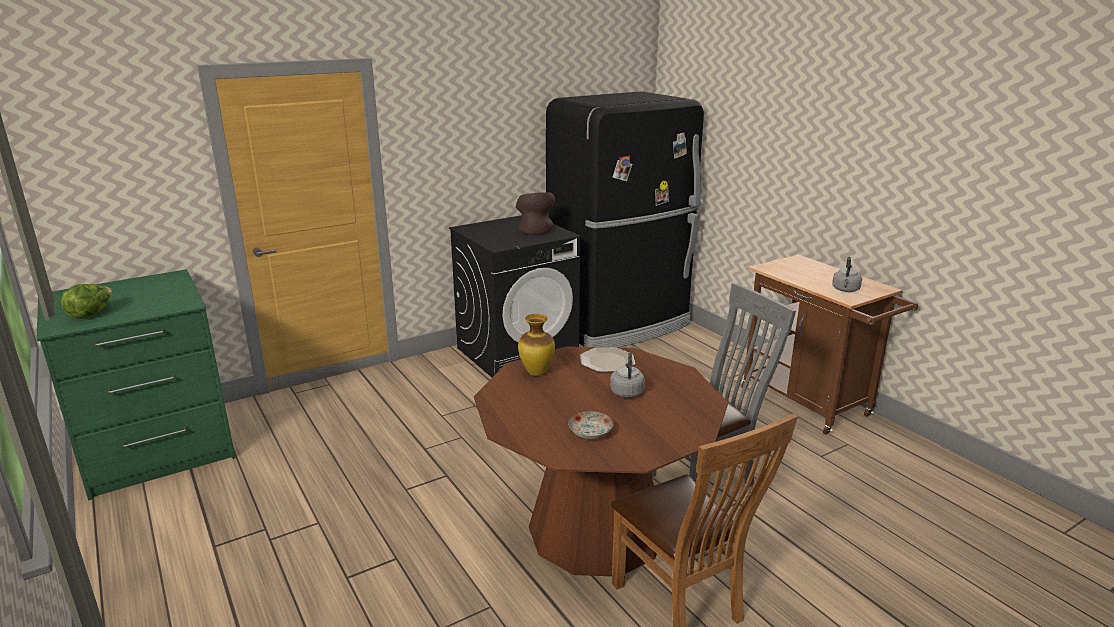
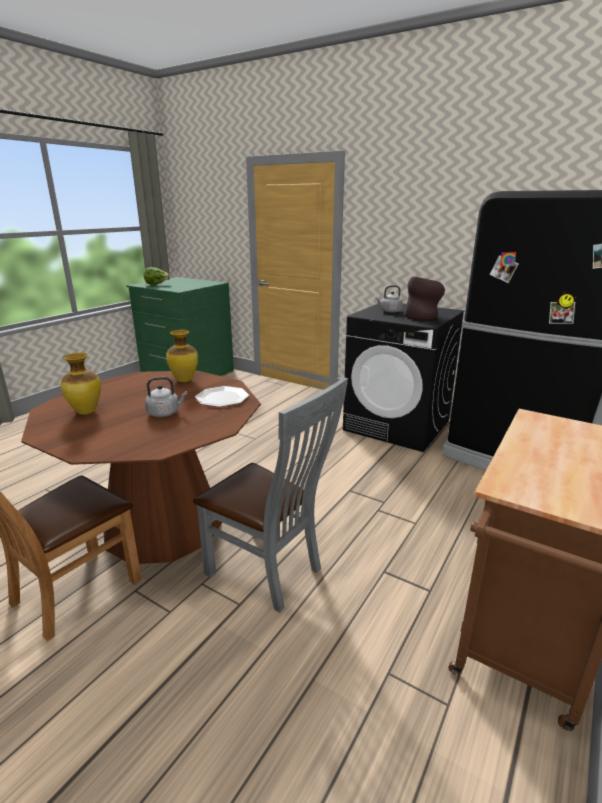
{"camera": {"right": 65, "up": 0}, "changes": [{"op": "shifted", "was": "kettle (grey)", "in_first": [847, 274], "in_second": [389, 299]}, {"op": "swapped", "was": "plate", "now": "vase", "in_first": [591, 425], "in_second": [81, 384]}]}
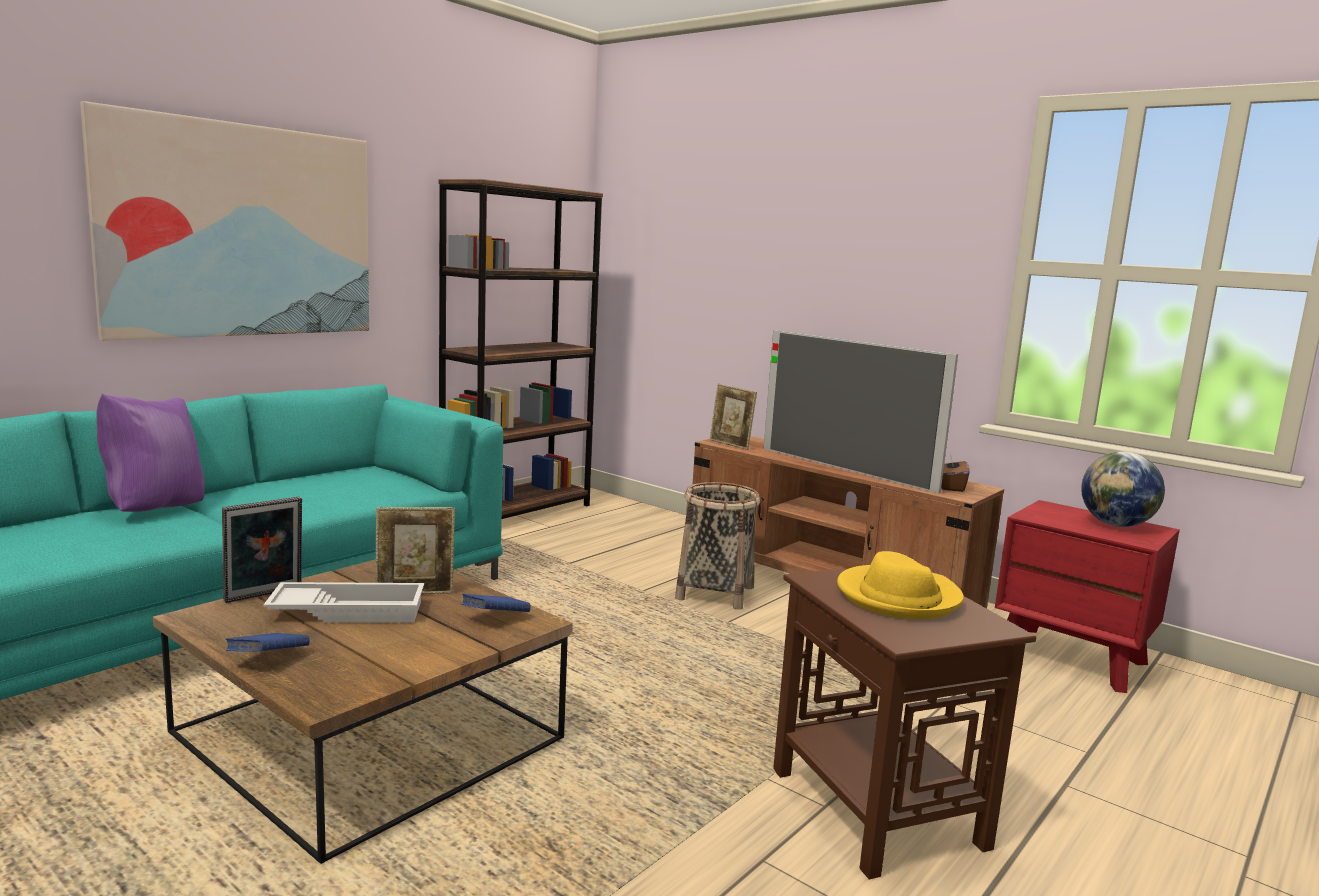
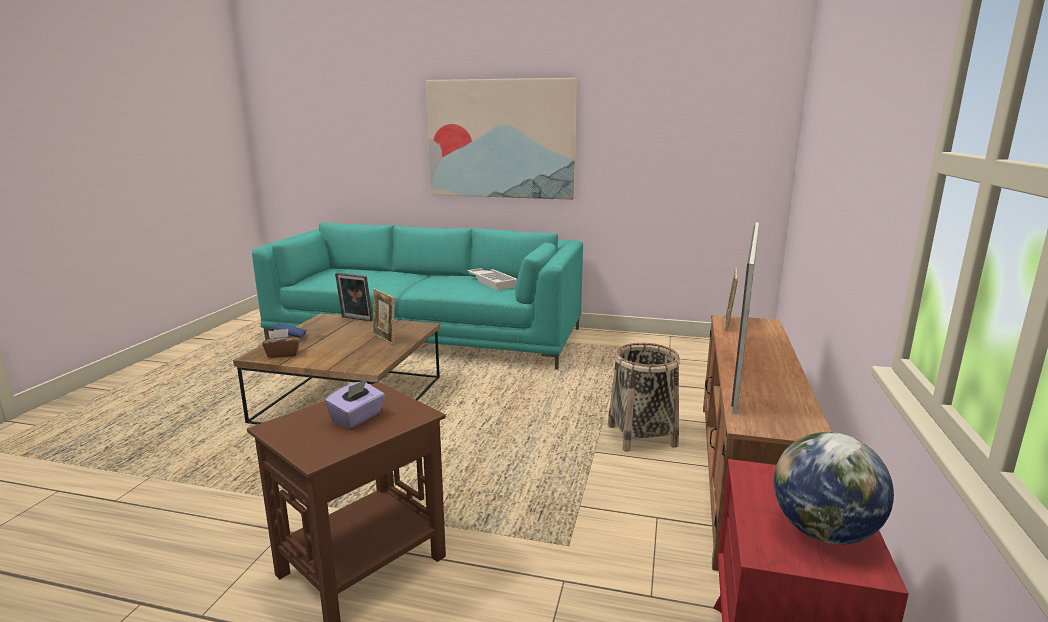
{"camera": {"right": 65, "up": 5}, "changes": [{"op": "gone", "was": "pillow (purple)", "in_first": [150, 453]}, {"op": "gone", "was": "bookcase (brown)", "in_first": [521, 349]}, {"op": "gone", "was": "book (blue)", "in_first": [496, 603]}, {"op": "shifted", "was": "tray (white)", "in_first": [343, 602], "in_second": [492, 279]}, {"op": "shifted", "was": "tissue box (brown)", "in_first": [955, 472], "in_second": [281, 343]}, {"op": "swapped", "was": "hat (yellow)", "now": "tissue box (purple)", "in_first": [900, 585], "in_second": [355, 403]}]}
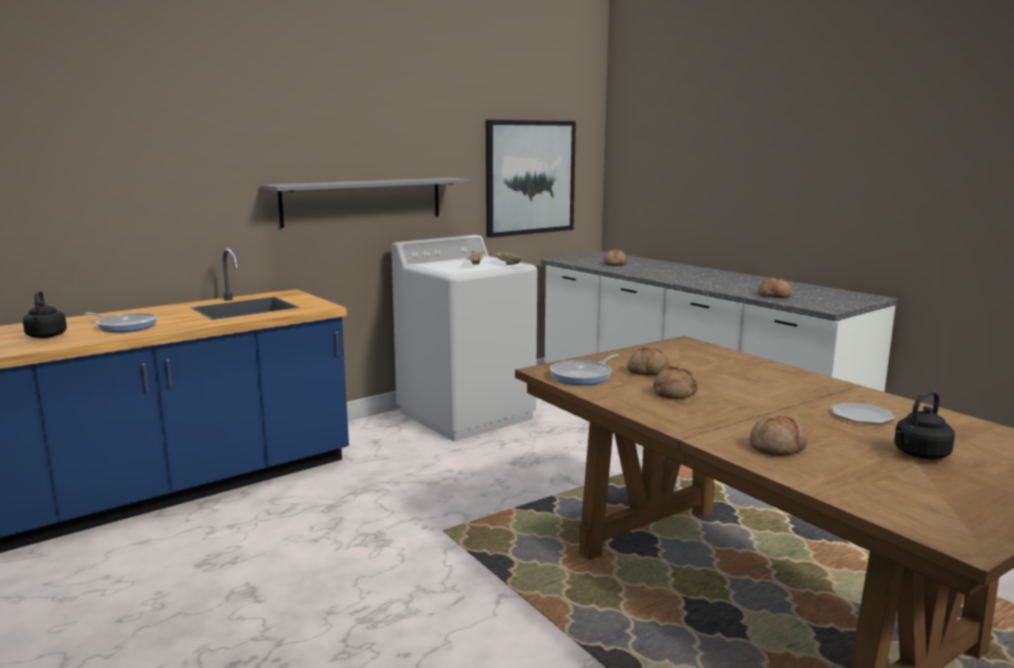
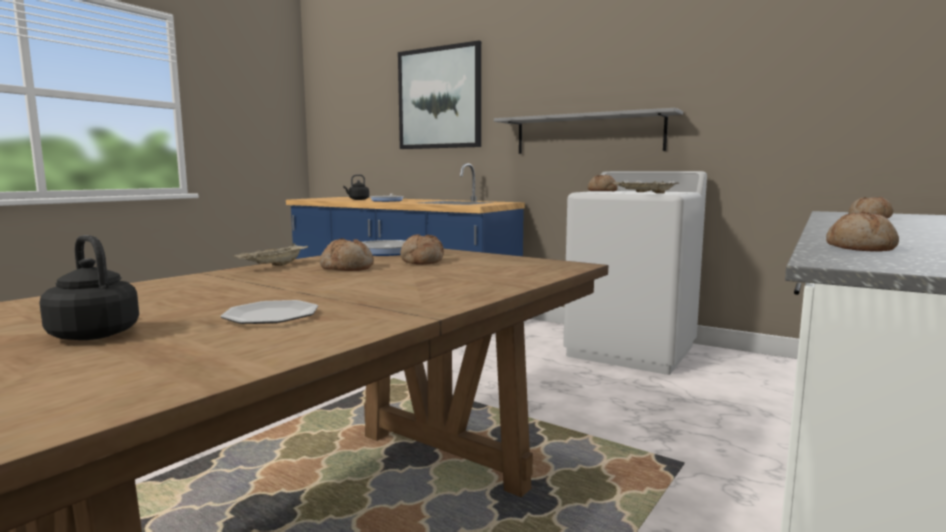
{"camera": {"right": 70, "up": -5}, "changes": [{"op": "new", "now": "tray (beige)", "in_second": [270, 254]}, {"op": "shifted", "was": "picture", "in_first": [531, 179], "in_second": [439, 94]}, {"op": "shifted", "was": "bread", "in_first": [779, 436], "in_second": [603, 183]}]}
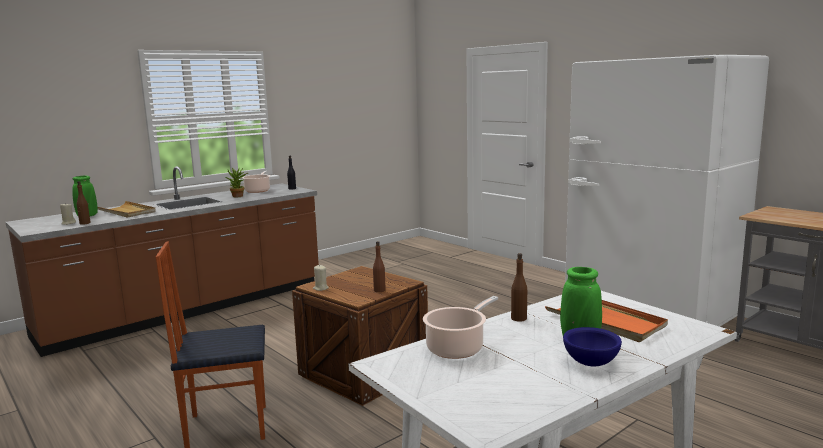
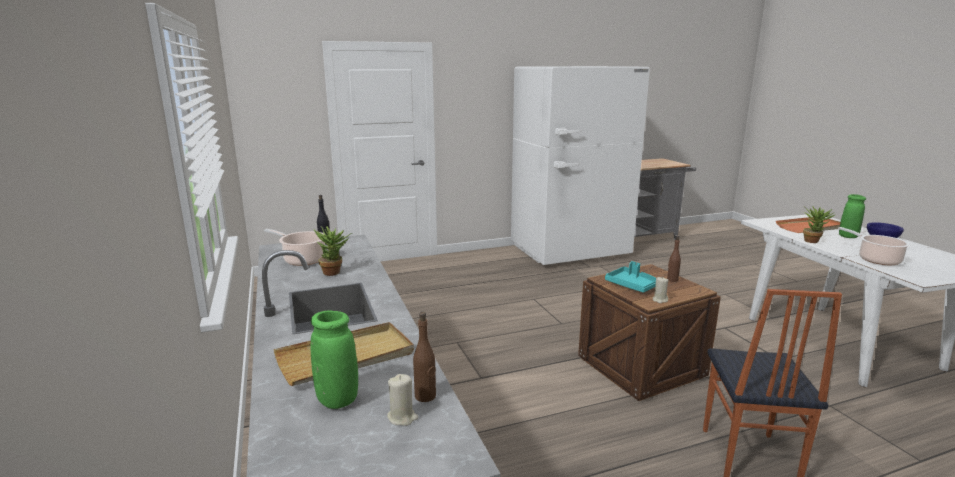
{"camera": {"right": -70, "up": 5}, "changes": [{"op": "new", "now": "tray (turquoise)", "in_second": [630, 277]}, {"op": "swapped", "was": "bottle (brown)", "now": "potted plant", "in_first": [519, 287], "in_second": [818, 224]}]}
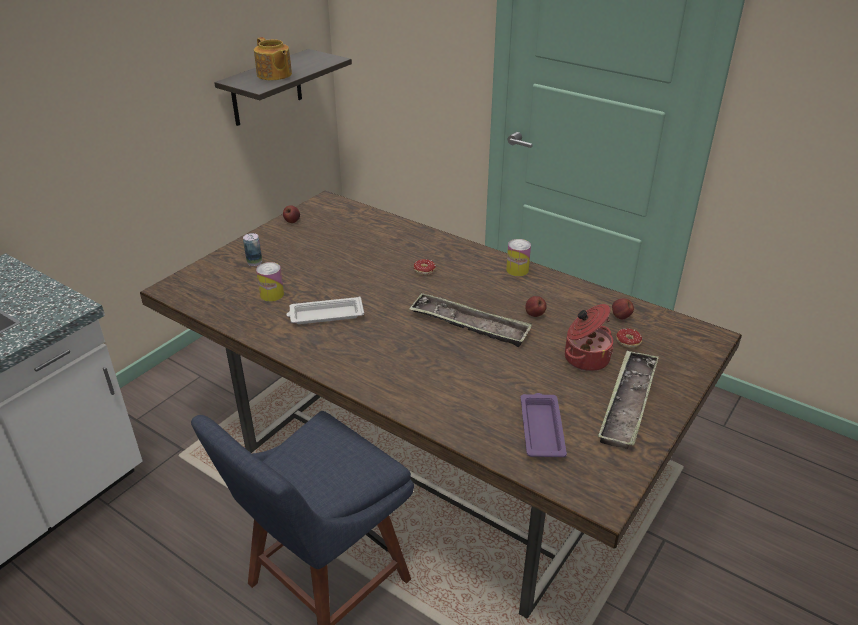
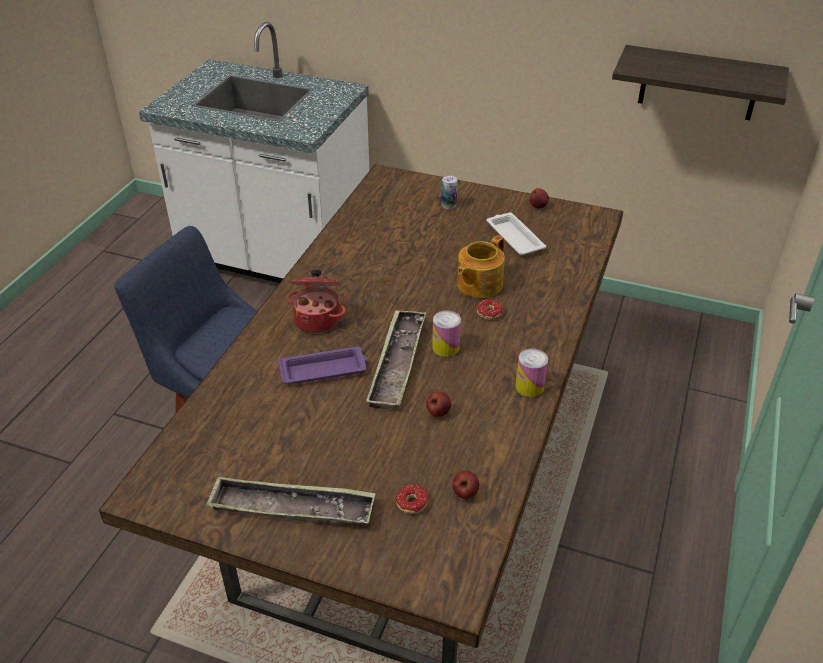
{"camera": {"right": 75, "up": 5}, "changes": [{"op": "shifted", "was": "teapot", "in_first": [273, 58], "in_second": [481, 266]}, {"op": "shifted", "was": "can", "in_first": [270, 282], "in_second": [446, 334]}, {"op": "shifted", "was": "tray (white)", "in_first": [325, 310], "in_second": [516, 234]}, {"op": "shifted", "was": "tray (purple)", "in_first": [544, 425], "in_second": [323, 365]}, {"op": "shifted", "was": "cooking pot", "in_first": [589, 337], "in_second": [316, 301]}]}
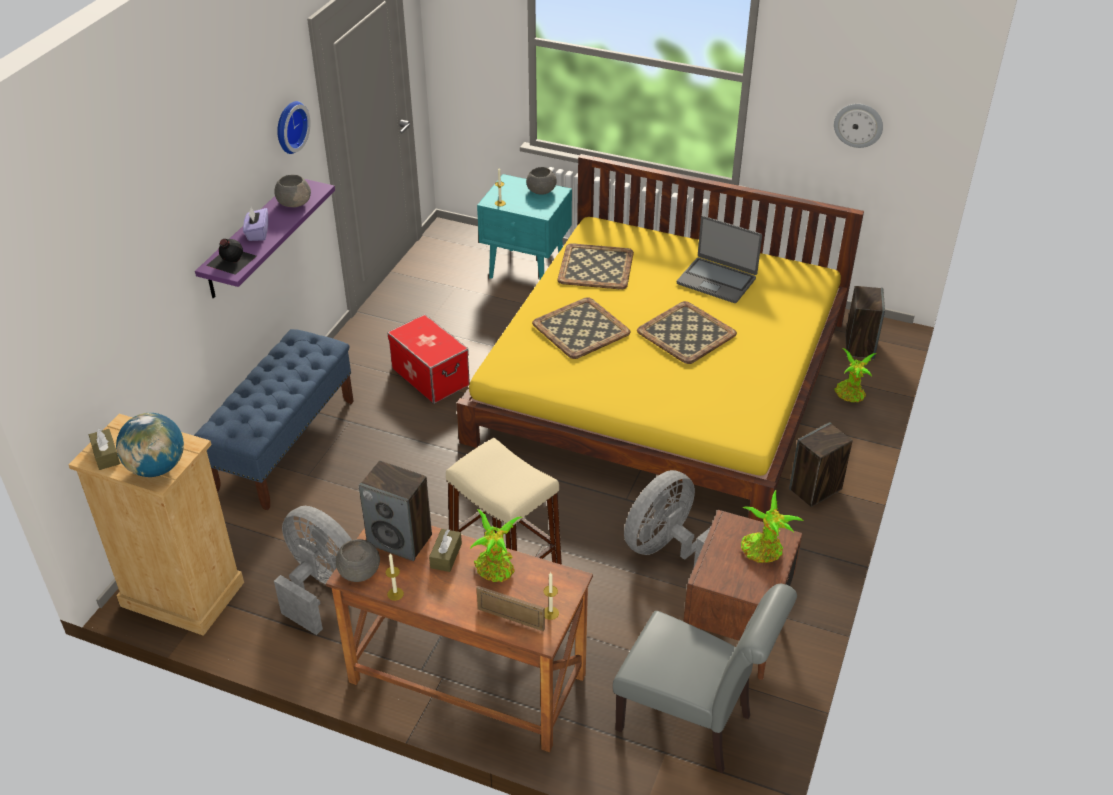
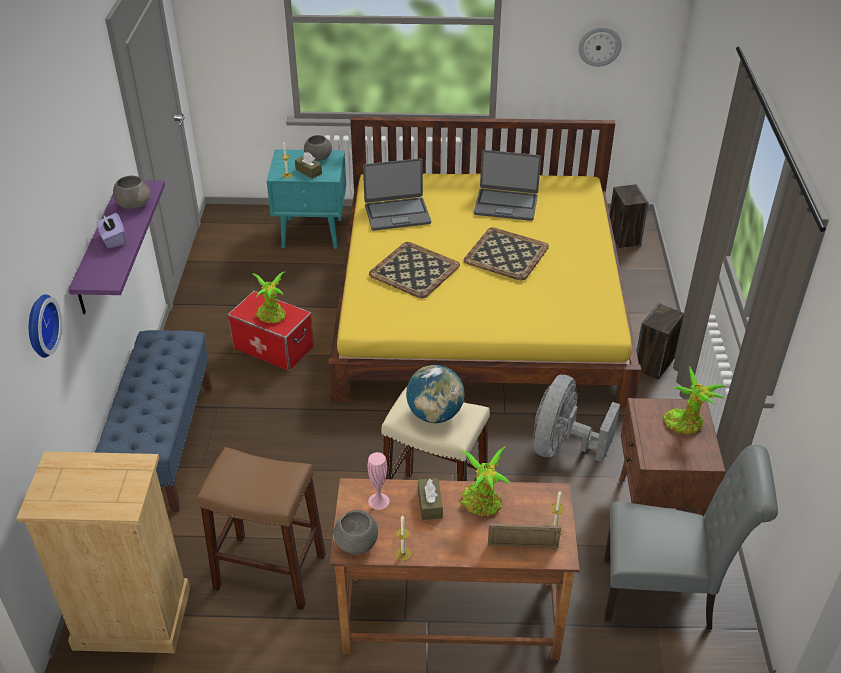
{"camera": {"right": -20, "up": 0}, "changes": [{"op": "gone", "was": "bottle (black)", "in_first": [231, 257]}, {"op": "shifted", "was": "tissue box (brown)", "in_first": [104, 449], "in_second": [308, 165]}, {"op": "shifted", "was": "globe", "in_first": [150, 445], "in_second": [435, 394]}, {"op": "shifted", "was": "wall clock", "in_first": [293, 127], "in_second": [45, 326]}, {"op": "shifted", "was": "potted plant", "in_first": [855, 375], "in_second": [269, 297]}, {"op": "swapped", "was": "fan (grey)", "now": "stool (brown)", "in_first": [313, 570], "in_second": [261, 528]}, {"op": "swapped", "was": "speaker", "now": "vase (pink)", "in_first": [395, 511], "in_second": [378, 481]}, {"op": "swapped", "was": "tray", "now": "laptop", "in_first": [595, 266], "in_second": [397, 194]}]}
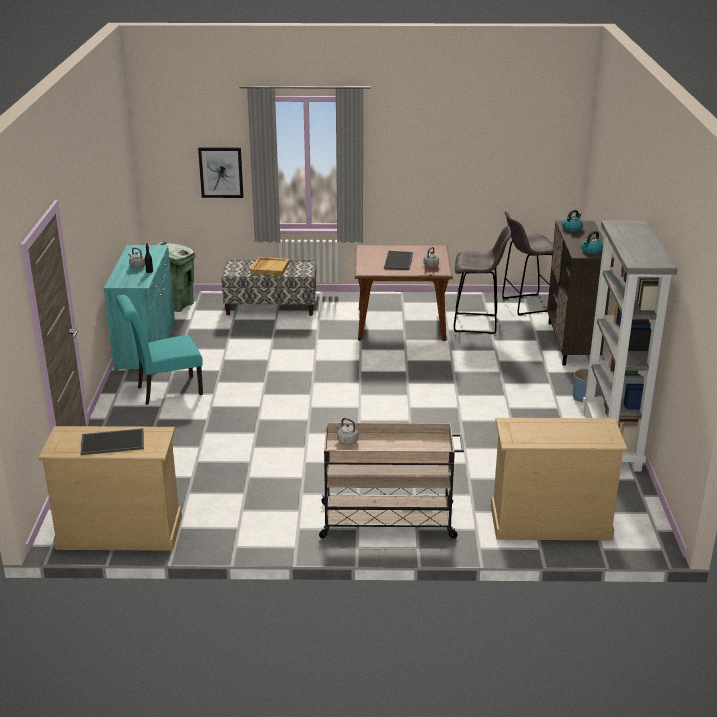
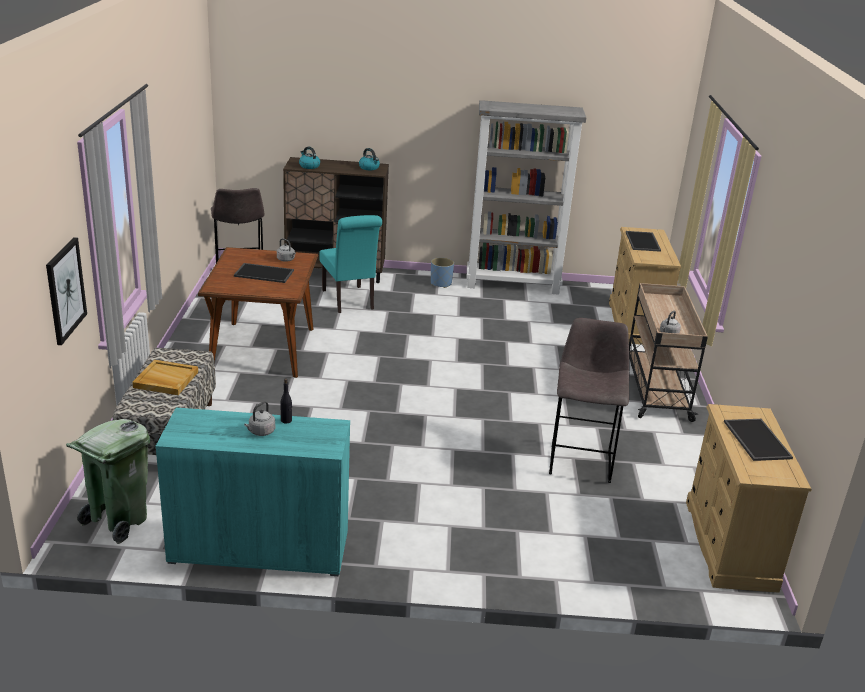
{"camera": {"right": -90, "up": 0}, "changes": [{"op": "new", "now": "tray", "in_second": [643, 241]}, {"op": "shifted", "was": "chair (turquoise)", "in_first": [159, 350], "in_second": [350, 264]}, {"op": "shifted", "was": "stool (grey)", "in_first": [482, 280], "in_second": [589, 400]}]}
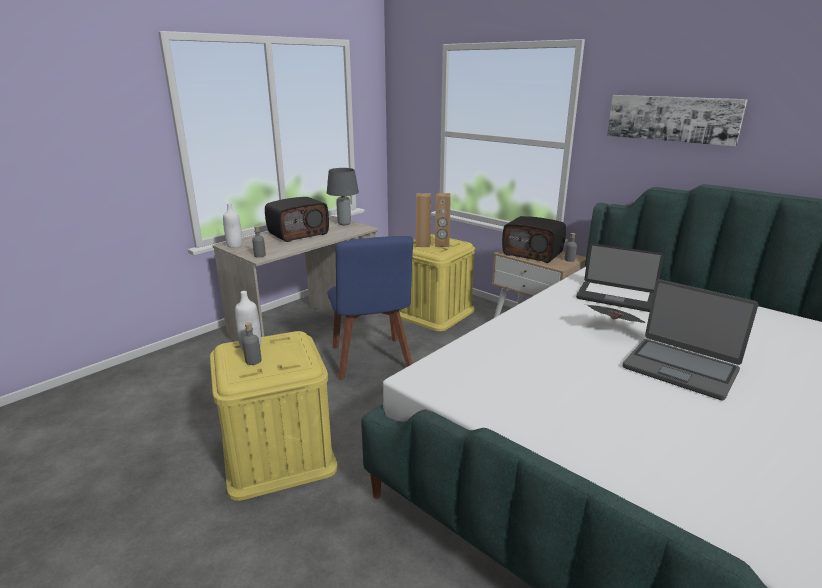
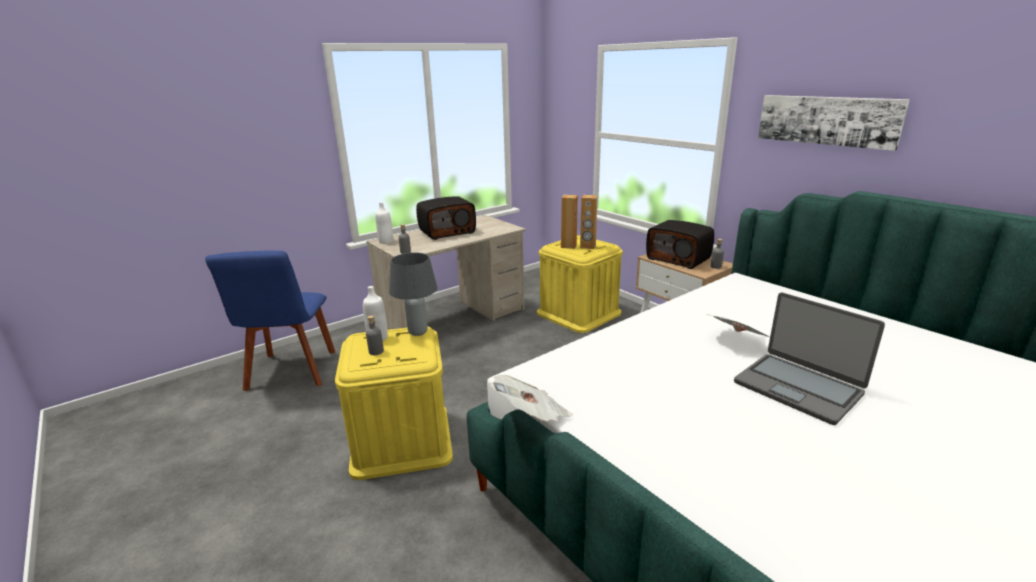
{"camera": {"right": 10, "up": 0}, "changes": [{"op": "gone", "was": "laptop", "in_first": [620, 277]}, {"op": "new", "now": "newspaper", "in_second": [531, 398]}, {"op": "shifted", "was": "table lamp (grey)", "in_first": [343, 196], "in_second": [413, 294]}, {"op": "shifted", "was": "chair (blue)", "in_first": [370, 308], "in_second": [270, 321]}]}
